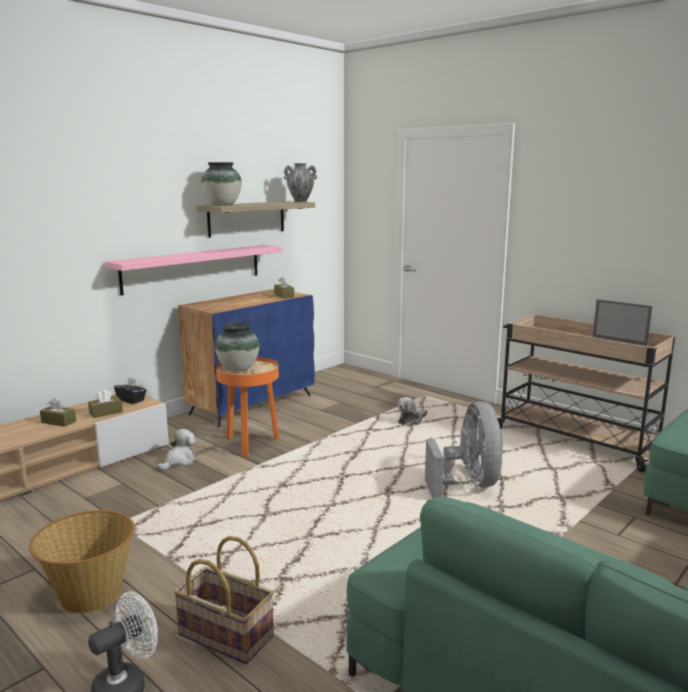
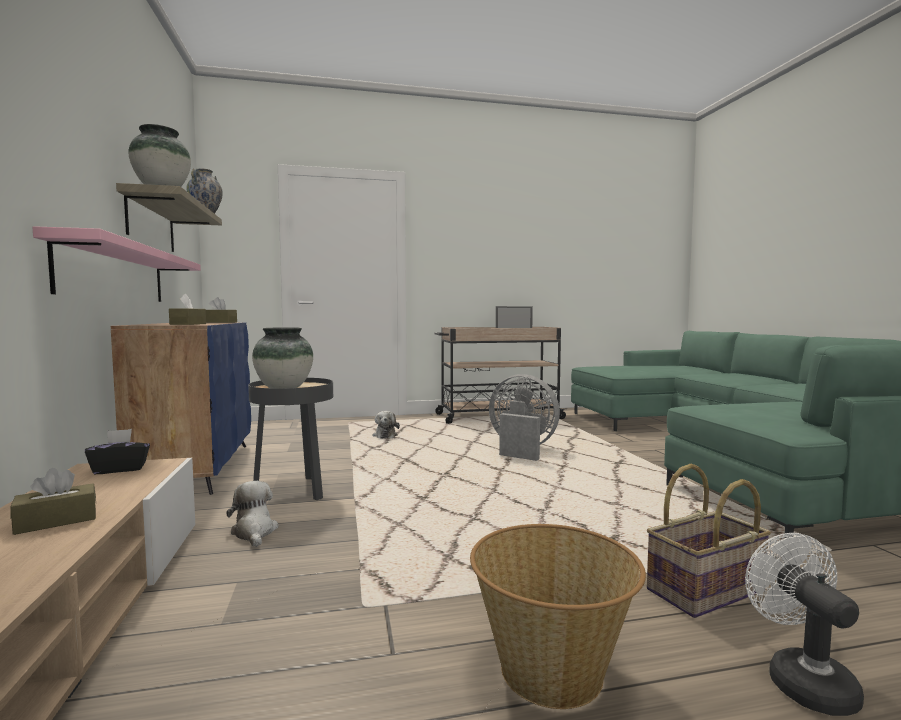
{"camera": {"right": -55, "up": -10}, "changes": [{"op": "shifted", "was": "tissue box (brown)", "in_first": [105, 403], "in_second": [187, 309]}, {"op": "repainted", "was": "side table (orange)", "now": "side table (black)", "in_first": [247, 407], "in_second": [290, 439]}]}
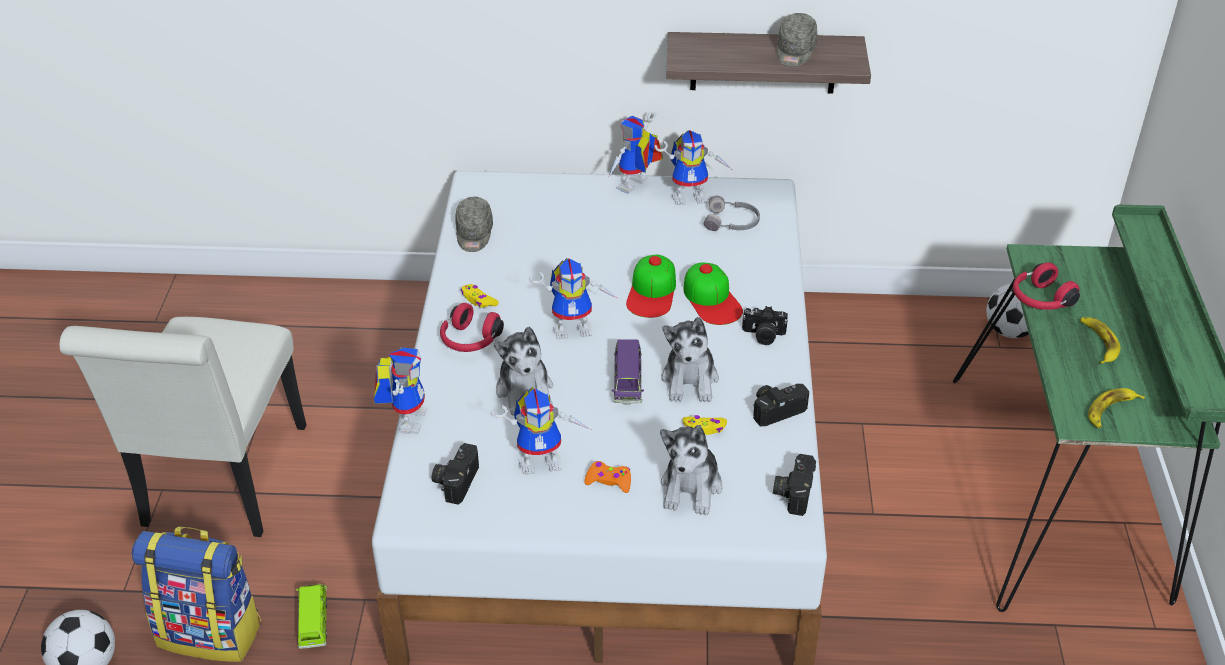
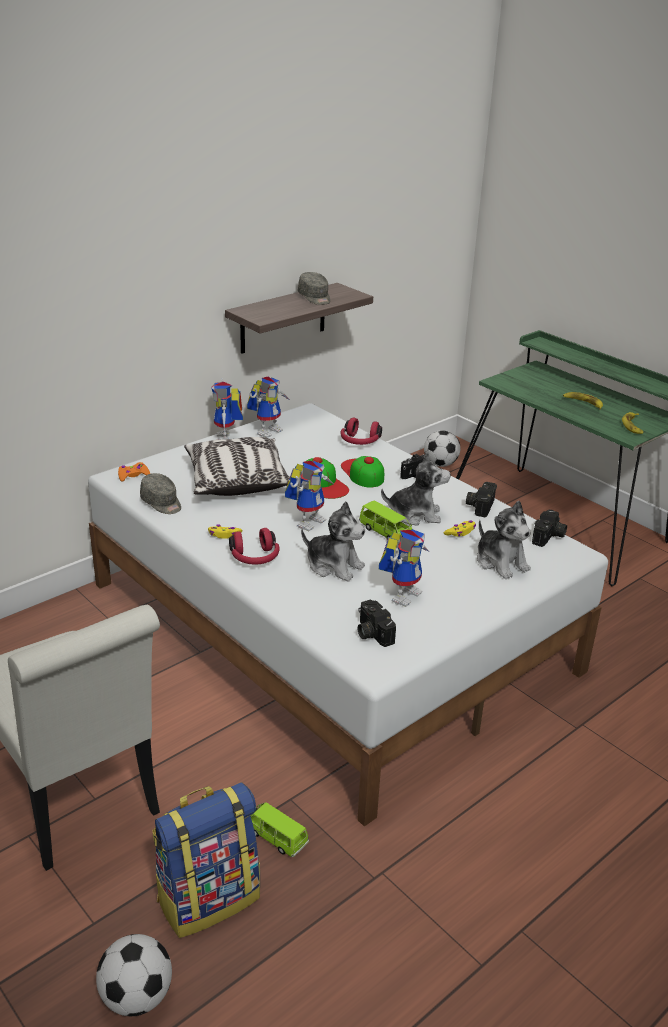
{"camera": {"right": -45, "up": -10}, "changes": [{"op": "gone", "was": "toy robot", "in_first": [401, 390]}, {"op": "gone", "was": "headphones (grey)", "in_first": [732, 213]}, {"op": "new", "now": "pillow", "in_second": [237, 466]}, {"op": "shifted", "was": "game controller (orange)", "in_first": [607, 477], "in_second": [134, 471]}, {"op": "shifted", "was": "headphones (red)", "in_first": [1046, 286], "in_second": [361, 431]}, {"op": "repainted", "was": "toy car (purple)", "now": "toy car (green)", "in_first": [628, 372], "in_second": [385, 520]}, {"op": "rotated", "was": "plush toy", "in_first": [690, 359], "in_second": [416, 489], "clockwise": -45}, {"op": "rotated", "was": "cap", "in_first": [713, 294], "in_second": [362, 472], "clockwise": -135}, {"op": "rotated", "was": "photo camera", "in_first": [794, 485], "in_second": [549, 528], "clockwise": -120}]}
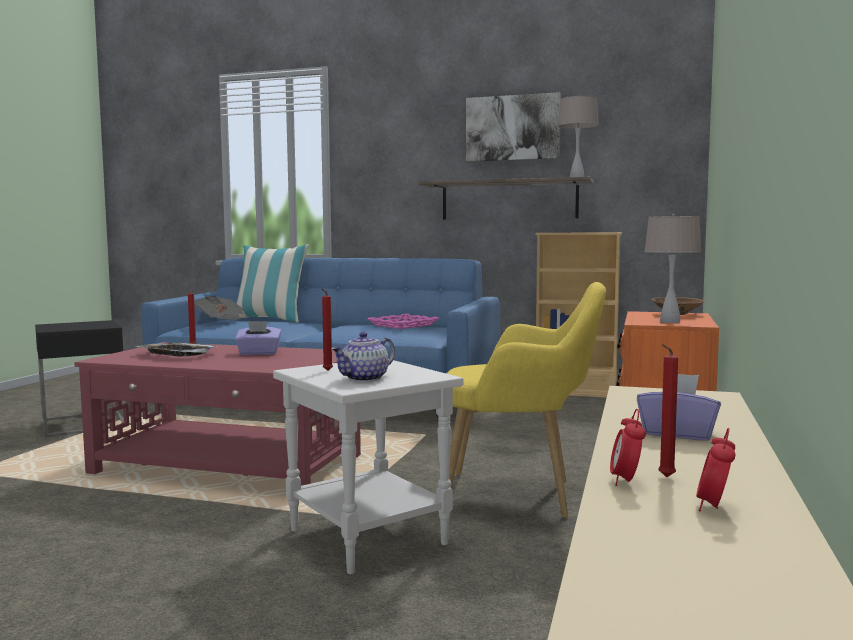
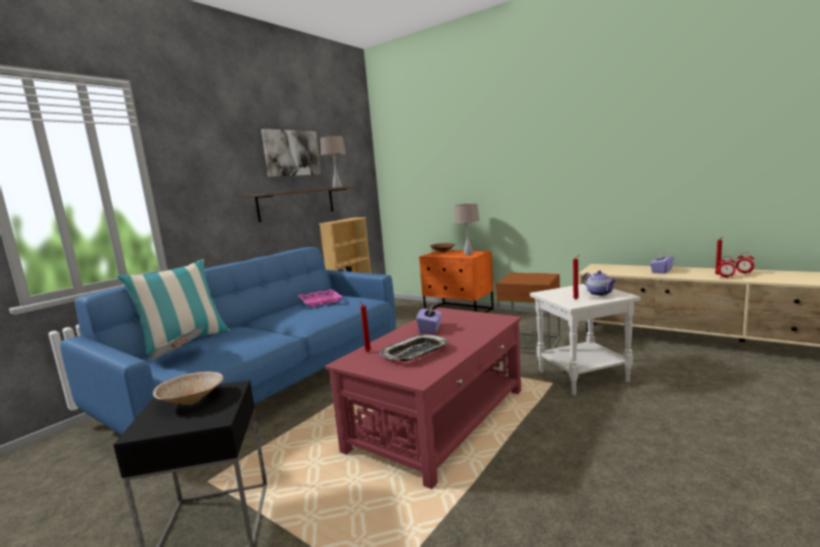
{"camera": {"right": -70, "up": 5}, "changes": [{"op": "new", "now": "bowl (beige)", "in_second": [188, 387]}, {"op": "swapped", "was": "armchair (yellow)", "now": "side table (brown)", "in_first": [526, 400], "in_second": [528, 313]}]}
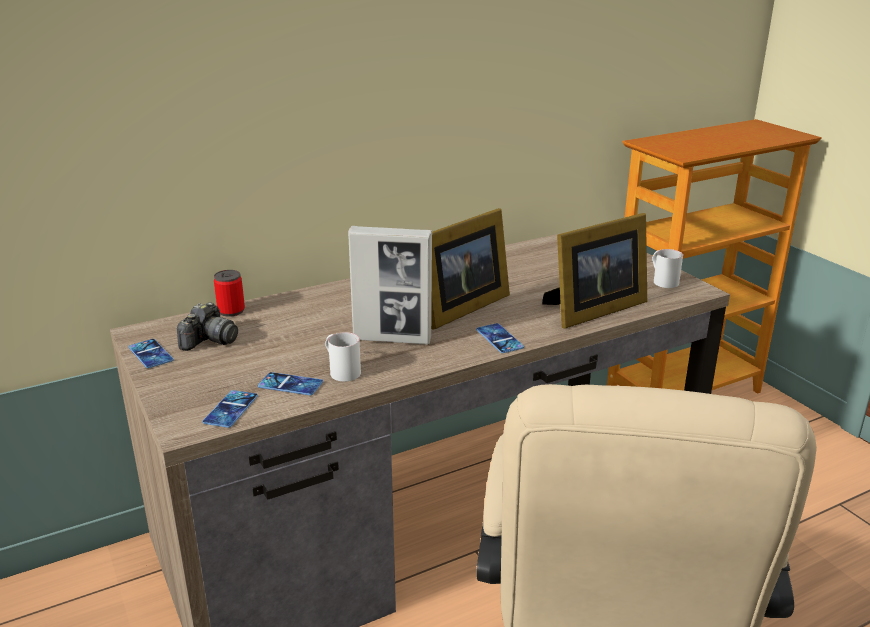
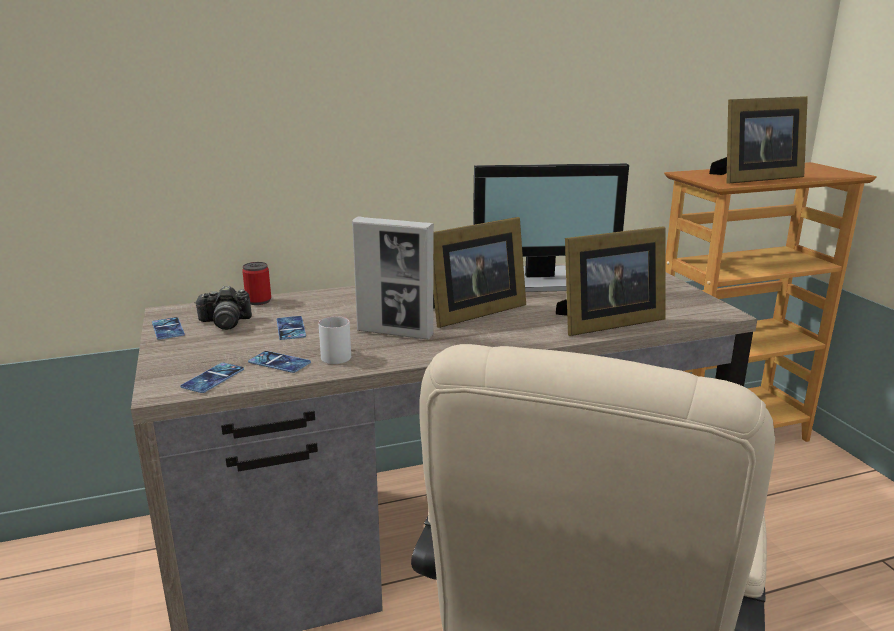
{"camera": {"right": 10, "up": -5}, "changes": [{"op": "gone", "was": "mug (white)", "in_first": [667, 268]}, {"op": "new", "now": "monitor", "in_second": [551, 227]}, {"op": "new", "now": "picture frame", "in_second": [758, 140]}, {"op": "shifted", "was": "phone", "in_first": [500, 338], "in_second": [291, 328]}, {"op": "rotated", "was": "photo camera", "in_first": [207, 326], "in_second": [223, 308], "clockwise": 45}]}
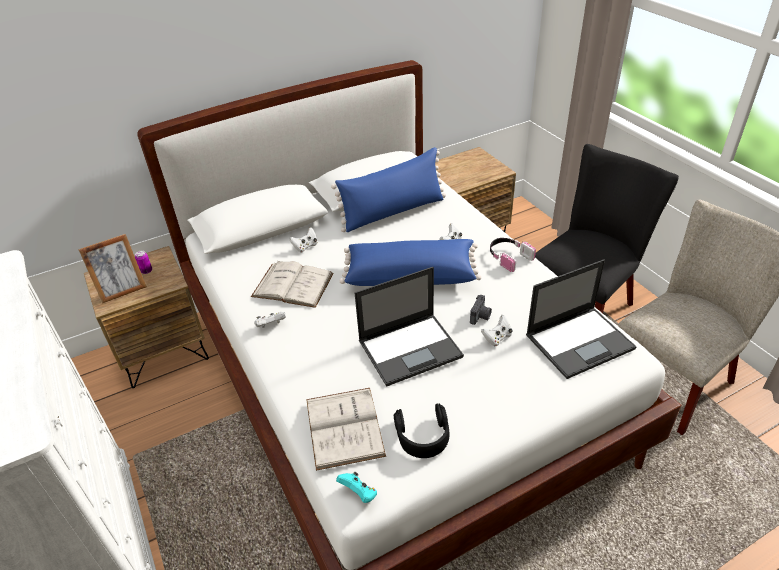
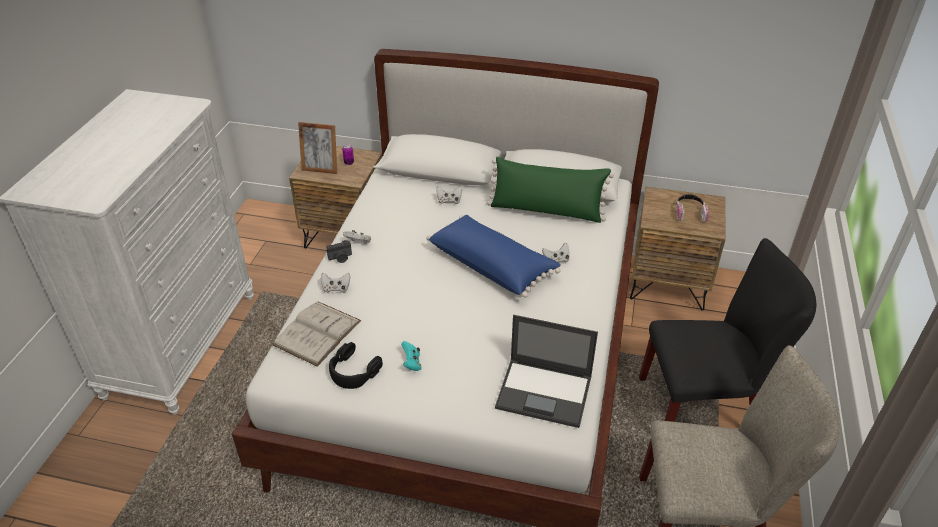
{"camera": {"right": 40, "up": 0}, "changes": [{"op": "gone", "was": "book (white)", "in_first": [292, 284]}, {"op": "gone", "was": "laptop", "in_first": [409, 327]}, {"op": "shifted", "was": "game controller (turquoise)", "in_first": [356, 487], "in_second": [411, 356]}, {"op": "shifted", "was": "photo camera", "in_first": [481, 310], "in_second": [339, 251]}, {"op": "shifted", "was": "game controller (white)", "in_first": [496, 330], "in_second": [335, 283]}, {"op": "shifted", "was": "headphones", "in_first": [513, 255], "in_second": [692, 208]}, {"op": "repainted", "was": "pillow (blue)", "now": "pillow (green)", "in_first": [388, 189], "in_second": [550, 190]}]}
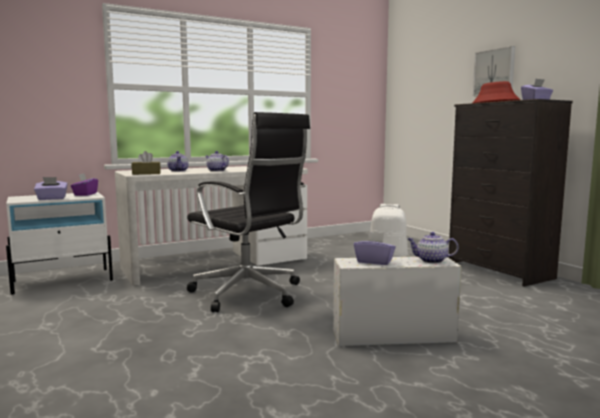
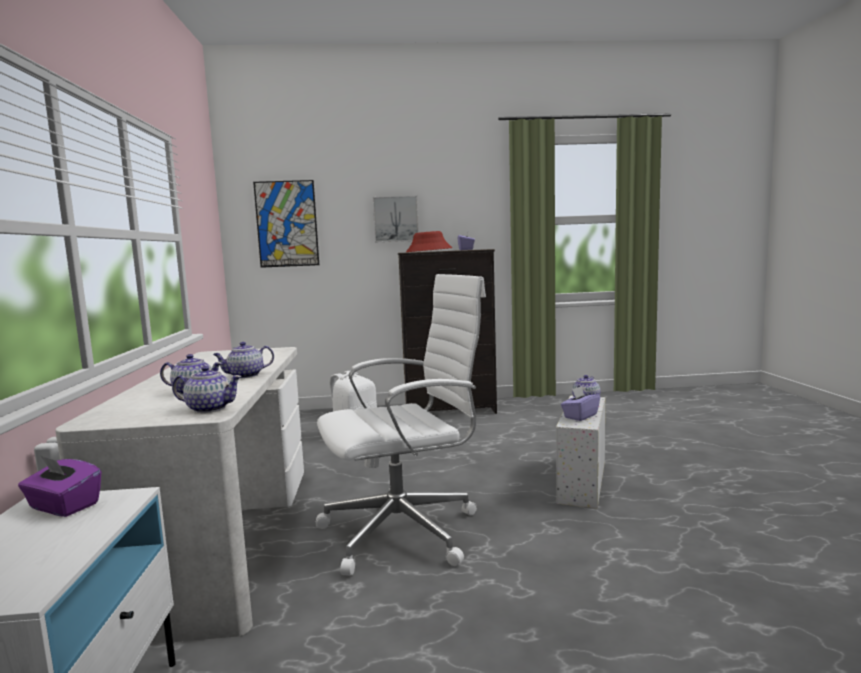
{"camera": {"right": -65, "up": 0}, "changes": [{"op": "gone", "was": "tissue box (purple)", "in_first": [51, 188]}, {"op": "new", "now": "picture", "in_second": [286, 224]}, {"op": "swapped", "was": "tissue box (brown)", "now": "teapot", "in_first": [146, 163], "in_second": [207, 389]}, {"op": "repainted", "was": "office chair (black)", "now": "office chair (white)", "in_first": [248, 212], "in_second": [400, 425]}]}
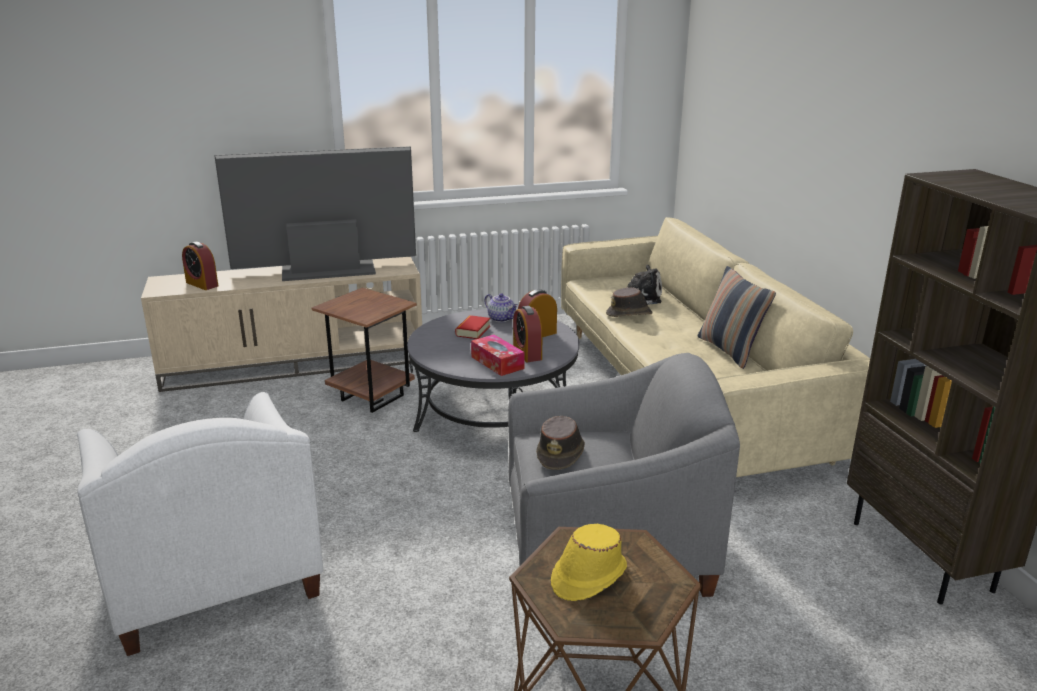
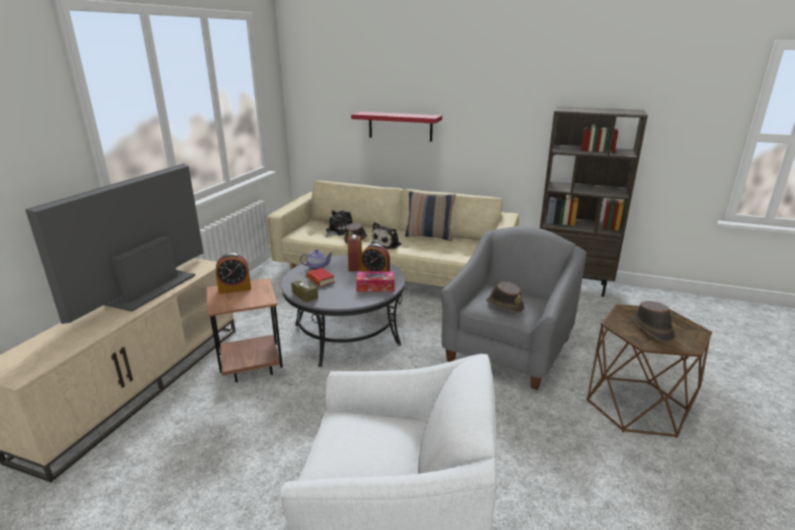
{"camera": {"right": -55, "up": 0}, "changes": [{"op": "new", "now": "tissue box (brown)", "in_second": [304, 288]}, {"op": "new", "now": "shelf (red)", "in_second": [396, 127]}, {"op": "new", "now": "plush toy", "in_second": [386, 235]}, {"op": "shifted", "was": "alarm clock", "in_first": [200, 266], "in_second": [233, 273]}, {"op": "repainted", "was": "hat (yellow)", "now": "hat (brown)", "in_first": [589, 562], "in_second": [653, 322]}]}
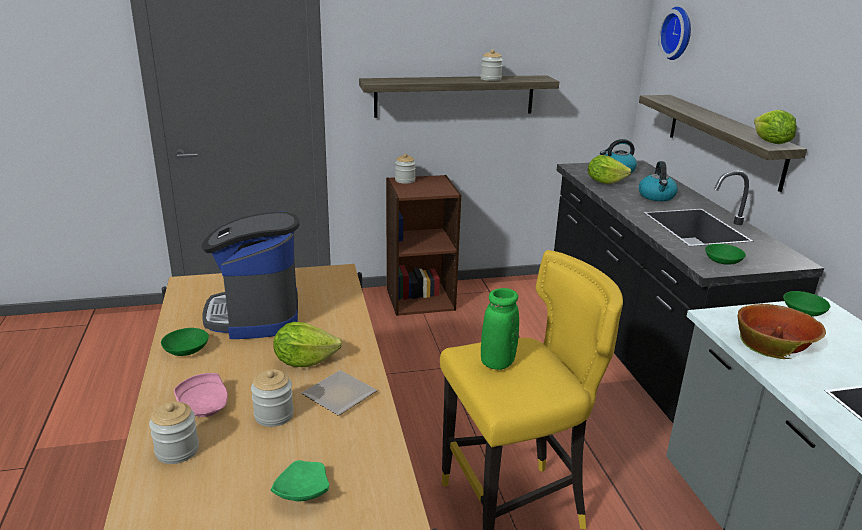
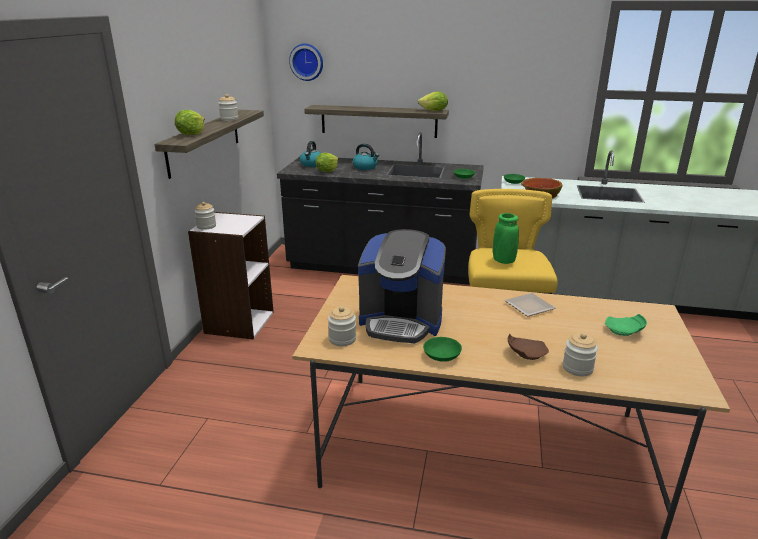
{"camera": {"right": -65, "up": 0}, "changes": [{"op": "shifted", "was": "jar", "in_first": [272, 398], "in_second": [342, 326]}, {"op": "shifted", "was": "lettuce", "in_first": [307, 344], "in_second": [190, 122]}, {"op": "repainted", "was": "plate (pink)", "now": "plate (brown)", "in_first": [201, 395], "in_second": [528, 347]}, {"op": "repainted", "was": "bookcase (brown)", "now": "bookcase (white)", "in_first": [423, 245], "in_second": [231, 275]}]}
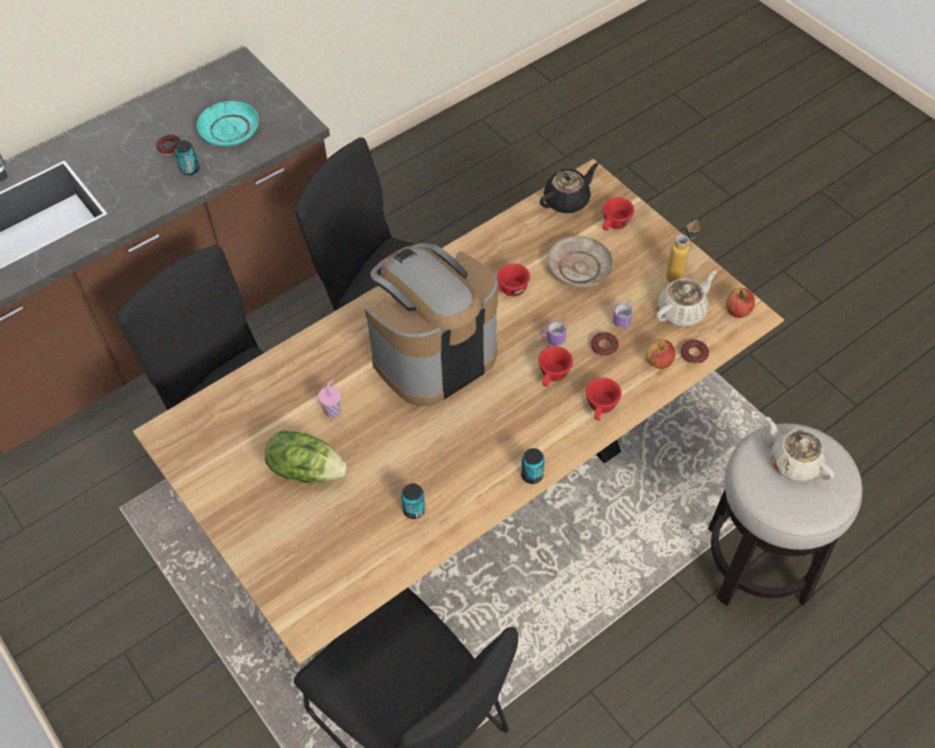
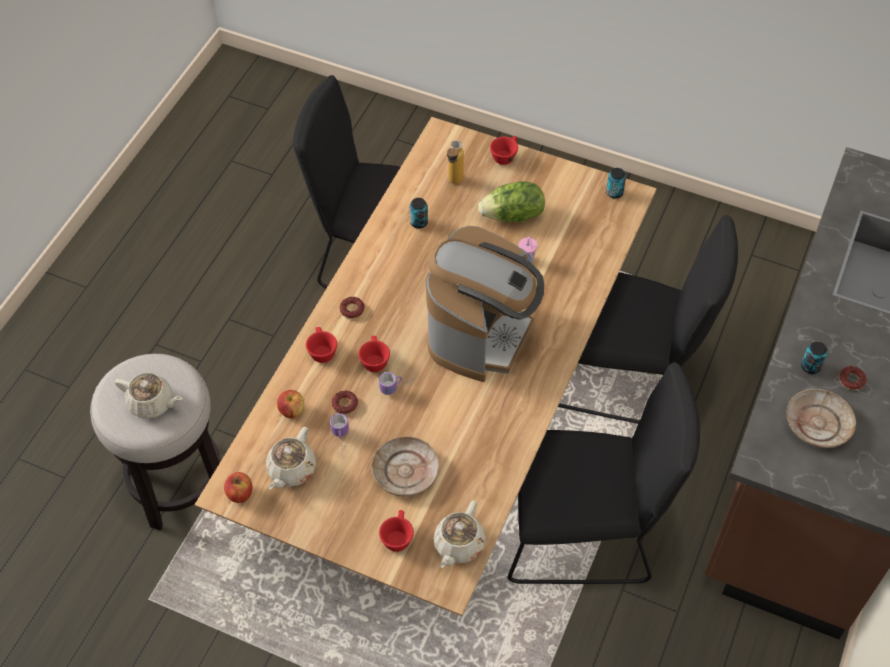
{"camera": {"right": 150, "up": 0}, "changes": [{"op": "shifted", "was": "cup (red)", "in_first": [513, 280], "in_second": [504, 150]}, {"op": "shifted", "was": "can", "in_first": [533, 466], "in_second": [616, 183]}, {"op": "shifted", "was": "bottle", "in_first": [683, 251], "in_second": [455, 162]}, {"op": "shifted", "was": "donut", "in_first": [695, 352], "in_second": [352, 308]}, {"op": "repainted", "was": "plate (turquoise)", "now": "plate (beige)", "in_first": [228, 124], "in_second": [821, 418]}, {"op": "repainted", "was": "teapot (black)", "now": "teapot (beige)", "in_first": [569, 188], "in_second": [459, 534]}]}
